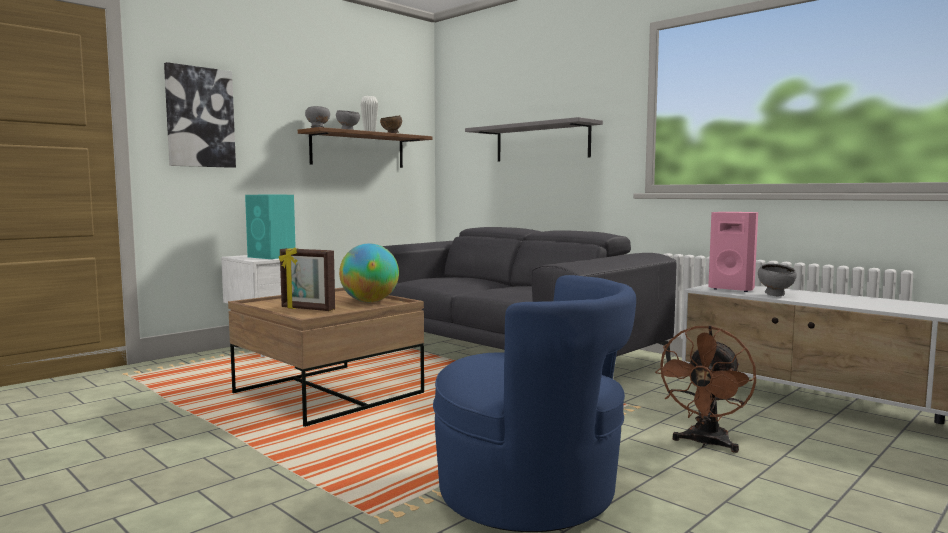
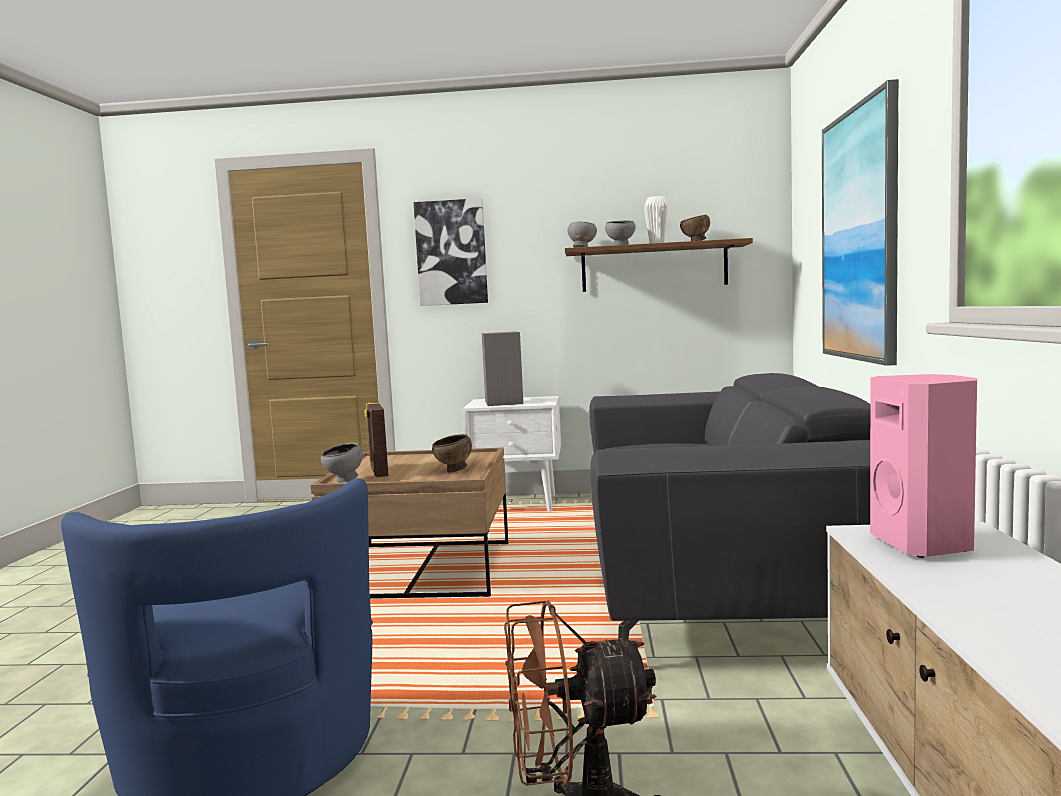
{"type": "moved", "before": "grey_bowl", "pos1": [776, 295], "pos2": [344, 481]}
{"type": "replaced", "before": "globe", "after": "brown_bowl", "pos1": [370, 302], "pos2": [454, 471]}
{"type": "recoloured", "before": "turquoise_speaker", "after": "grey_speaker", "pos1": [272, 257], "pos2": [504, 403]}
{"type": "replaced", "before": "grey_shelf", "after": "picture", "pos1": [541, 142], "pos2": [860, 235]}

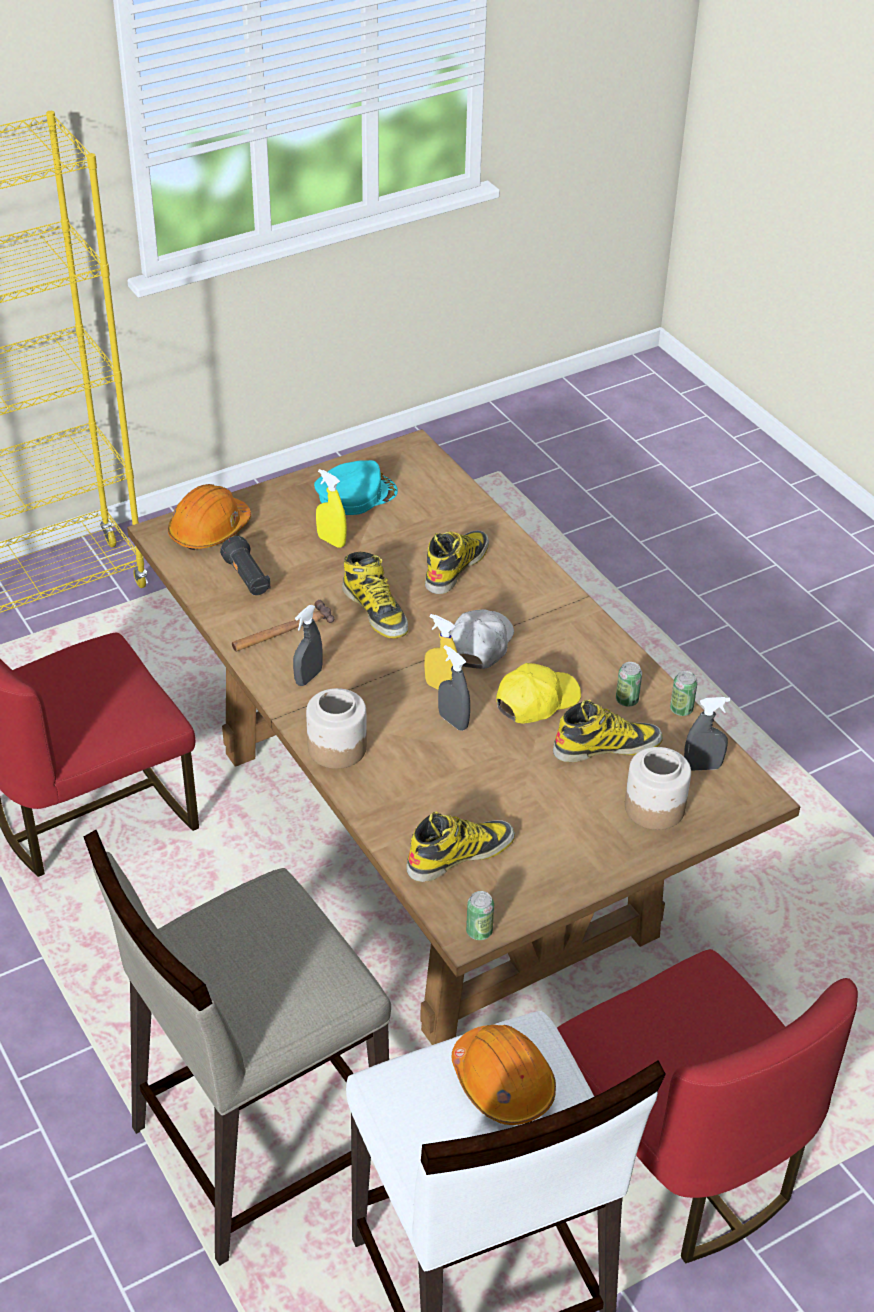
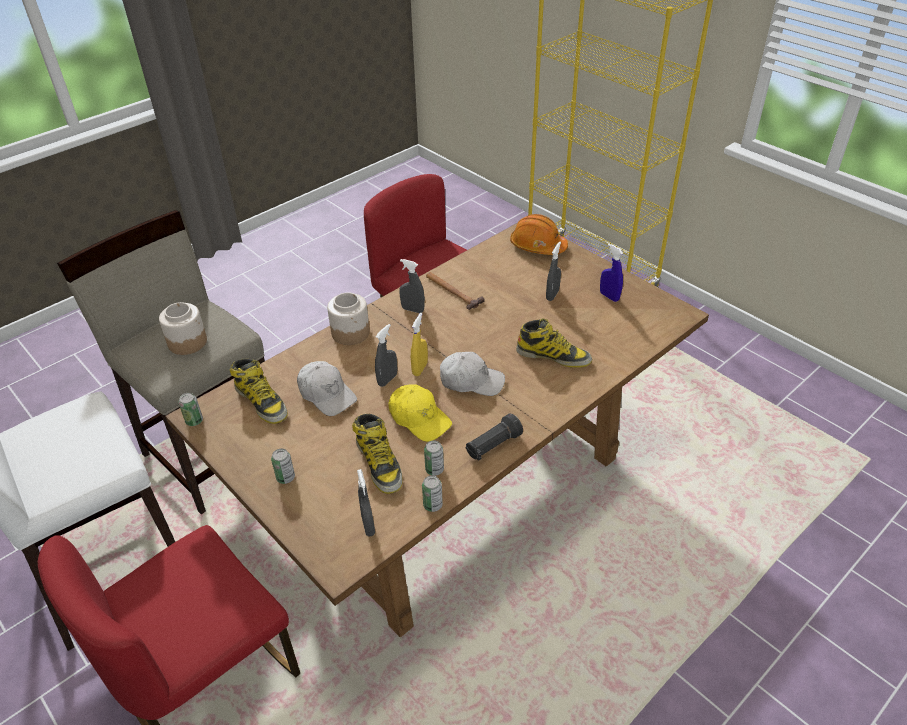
{"type": "moved", "before": "jar", "pos1": [653, 808], "pos2": [187, 342]}
{"type": "added", "after": "can", "pos2": [285, 477]}
{"type": "added", "after": "white_cap", "pos2": [326, 394]}
{"type": "moved", "before": "black_flashlight", "pos1": [247, 578], "pos2": [493, 446]}
{"type": "recoloured", "before": "yellow_spray_bottle", "after": "grey_spray_bottle", "pos1": [331, 541], "pos2": [552, 295]}
{"type": "replaced", "before": "turquoise_cap", "after": "blue_spray_bottle", "pos1": [355, 494], "pos2": [609, 296]}
{"type": "removed", "before": "boot", "pos1": [376, 610]}
{"type": "removed", "before": "orange_hard_hat", "pos1": [503, 1083]}

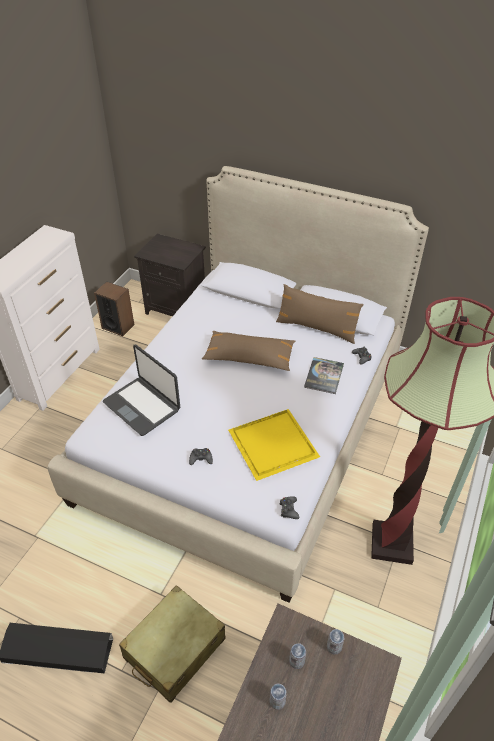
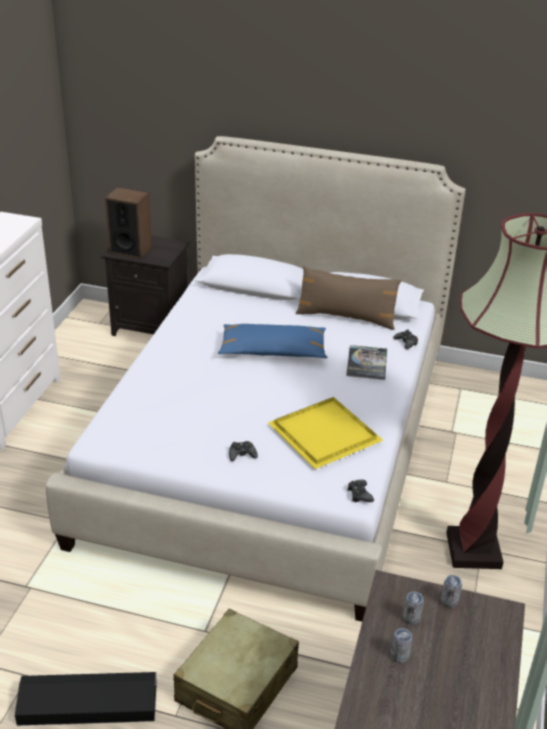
{"type": "moved", "before": "speaker", "pos1": [118, 326], "pos2": [130, 250]}
{"type": "recoloured", "before": "brown_pillow", "after": "blue_pillow", "pos1": [249, 357], "pos2": [273, 351]}
{"type": "removed", "before": "laptop", "pos1": [142, 406]}

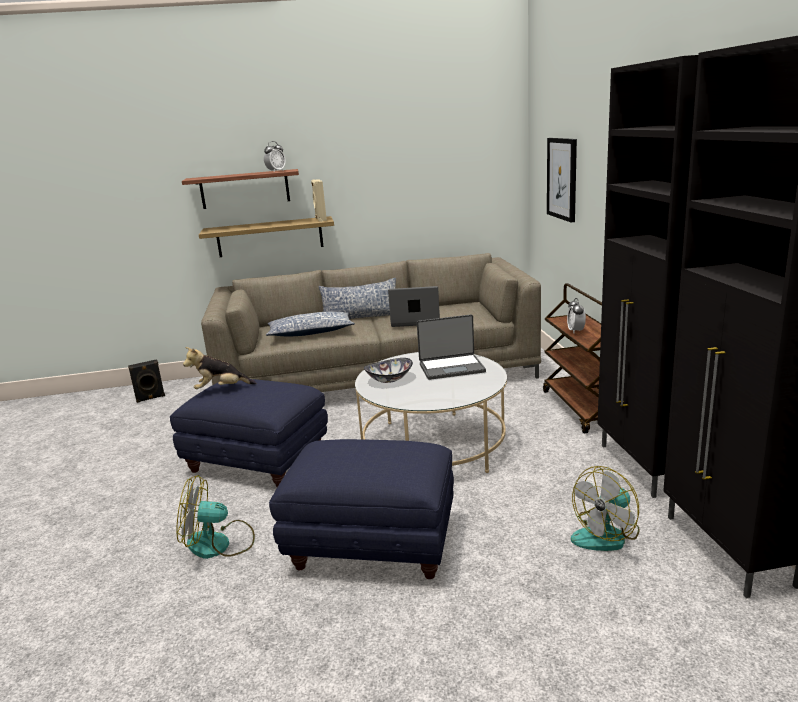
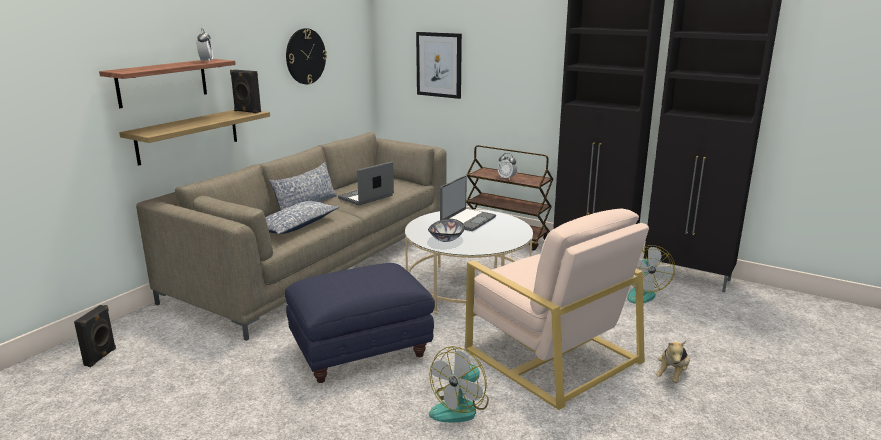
{"type": "recoloured", "before": "beige_speaker", "after": "black_speaker", "pos1": [320, 219], "pos2": [247, 111]}
{"type": "added", "after": "wall_clock", "pos2": [305, 56]}
{"type": "replaced", "before": "blue_ottoman", "after": "beige_armchair", "pos1": [371, 545], "pos2": [551, 354]}
{"type": "moved", "before": "plush_toy", "pos1": [221, 389], "pos2": [672, 375]}

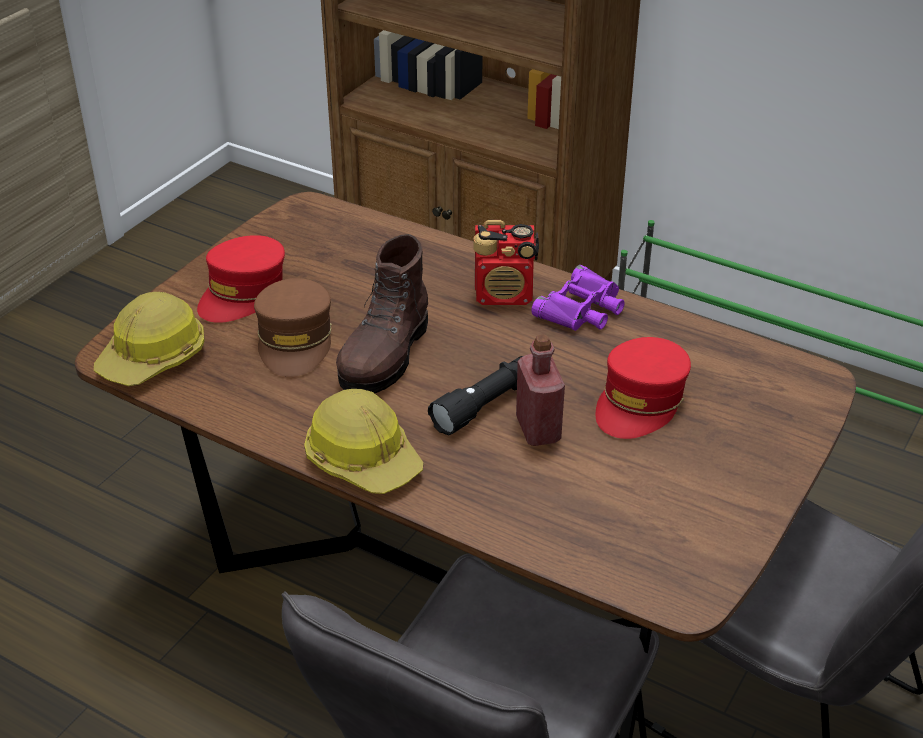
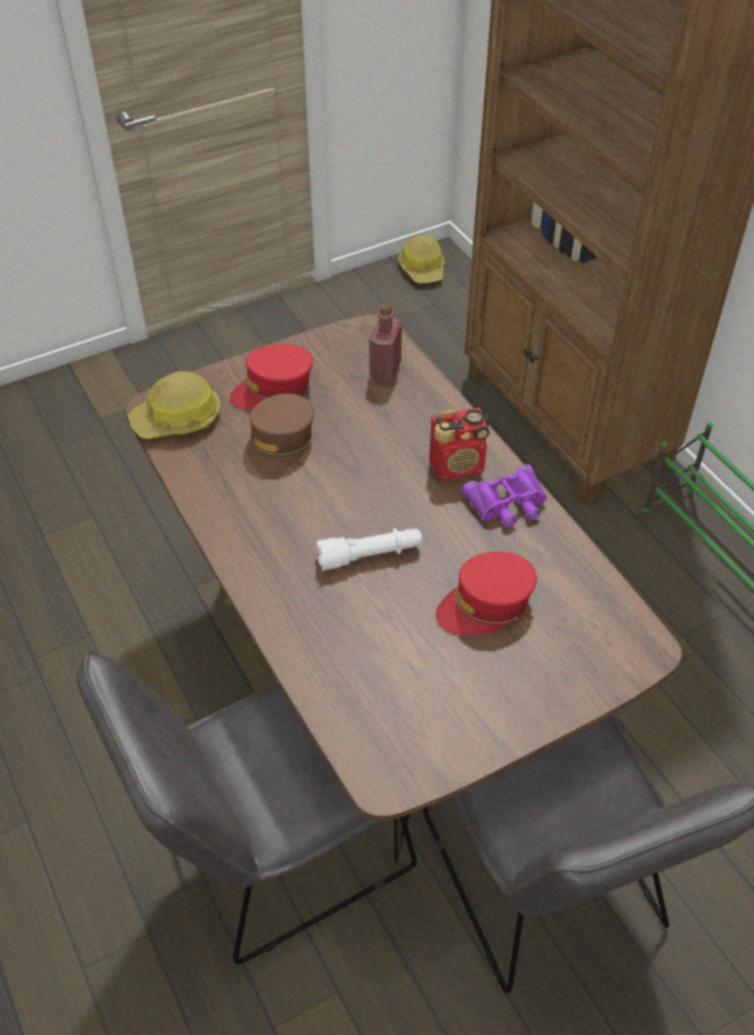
{"type": "recoloured", "before": "black_flashlight", "after": "white_flashlight", "pos1": [486, 404], "pos2": [370, 555]}
{"type": "moved", "before": "red_bottle", "pos1": [538, 429], "pos2": [385, 370]}
{"type": "moved", "before": "hard_hat", "pos1": [363, 458], "pos2": [422, 269]}
{"type": "turned", "before": "radio", "pos1": [504, 295], "pos2": [458, 466], "turn": -45}
{"type": "removed", "before": "brown_boot", "pos1": [385, 356]}

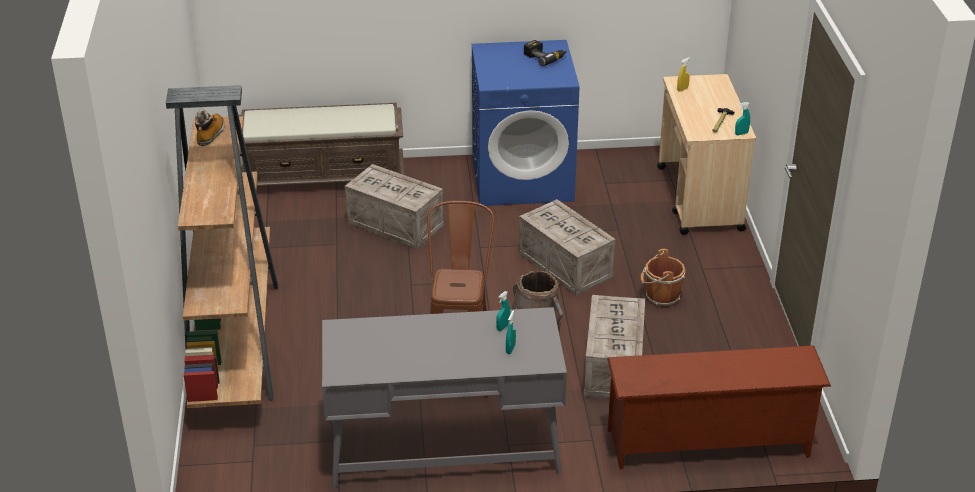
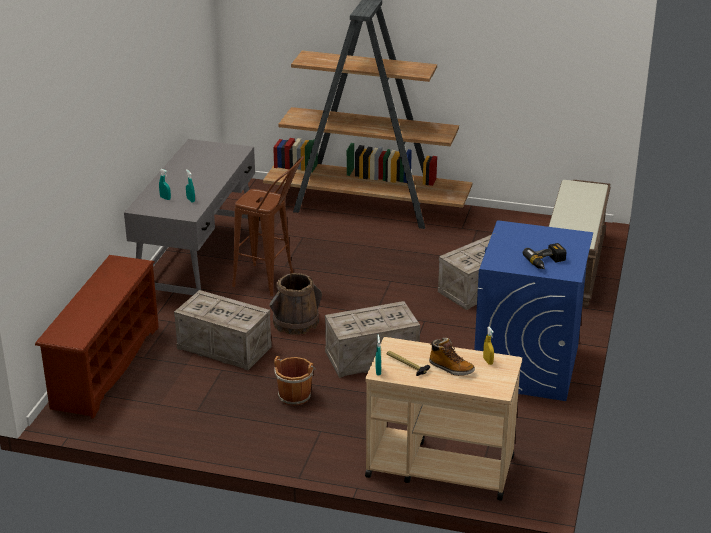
{"type": "moved", "before": "boot", "pos1": [210, 134], "pos2": [450, 368]}

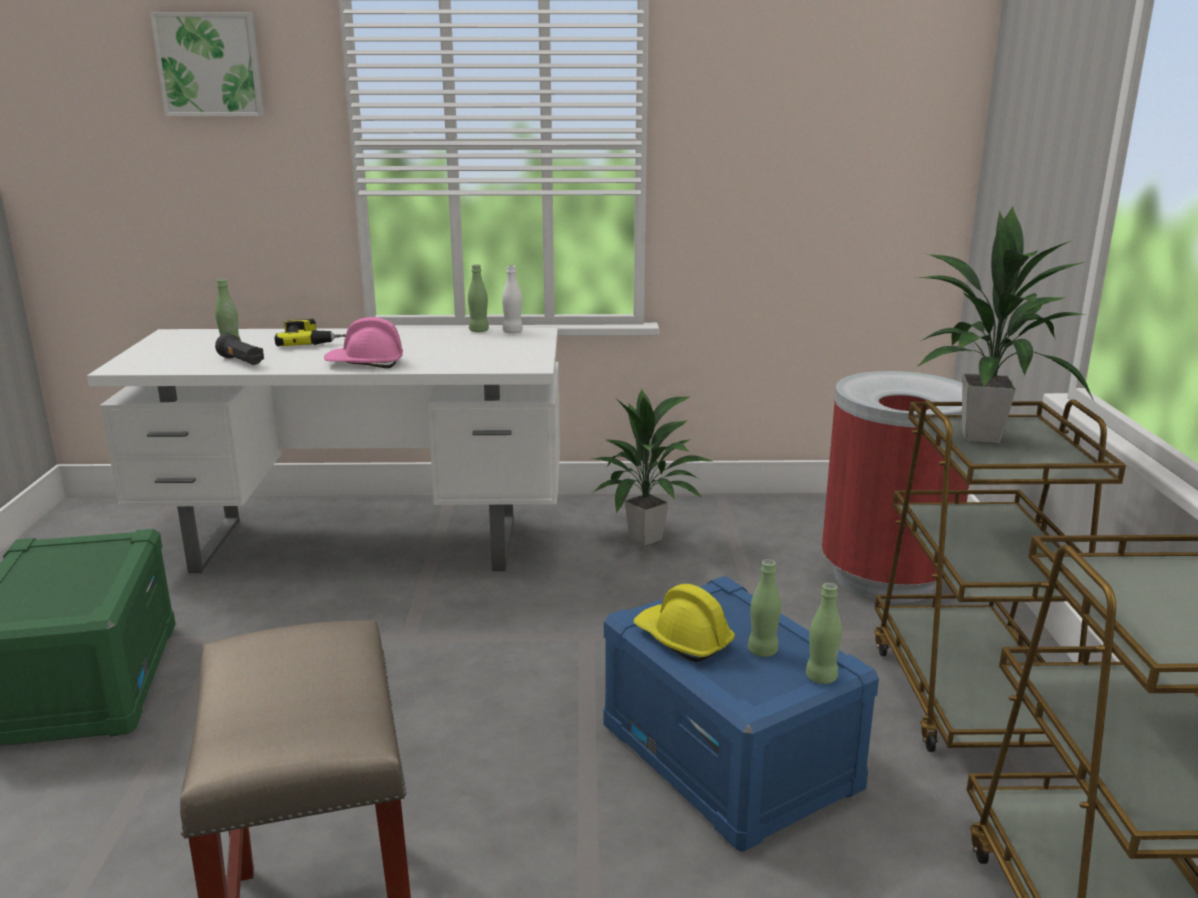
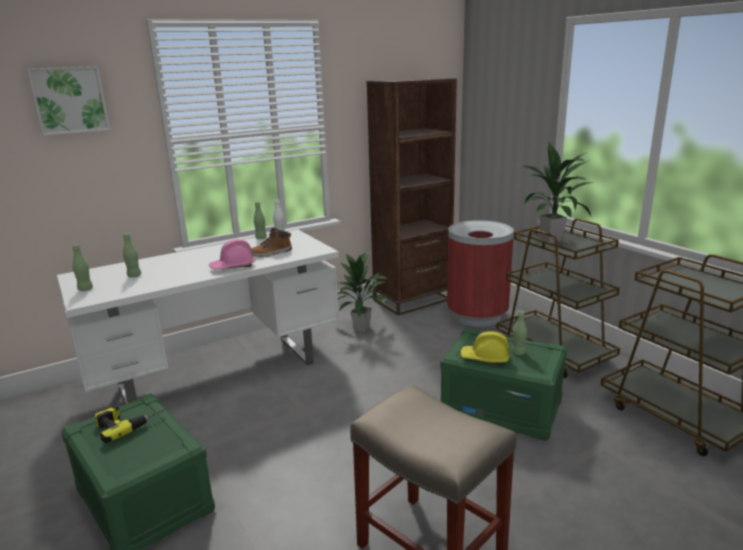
{"type": "moved", "before": "green_bottle", "pos1": [821, 677], "pos2": [85, 289]}
{"type": "moved", "before": "power_drill", "pos1": [319, 339], "pos2": [129, 421]}
{"type": "added", "after": "boot", "pos2": [270, 253]}
{"type": "added", "after": "brown_bookcase", "pos2": [412, 299]}
{"type": "recoloured", "before": "blue_storage_box", "after": "green_storage_box", "pos1": [731, 757], "pos2": [502, 407]}
{"type": "removed", "before": "black_flashlight", "pos1": [242, 362]}

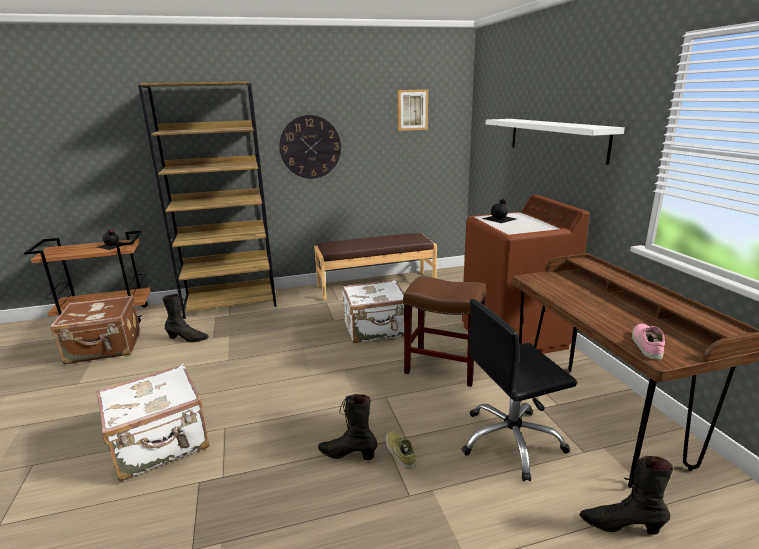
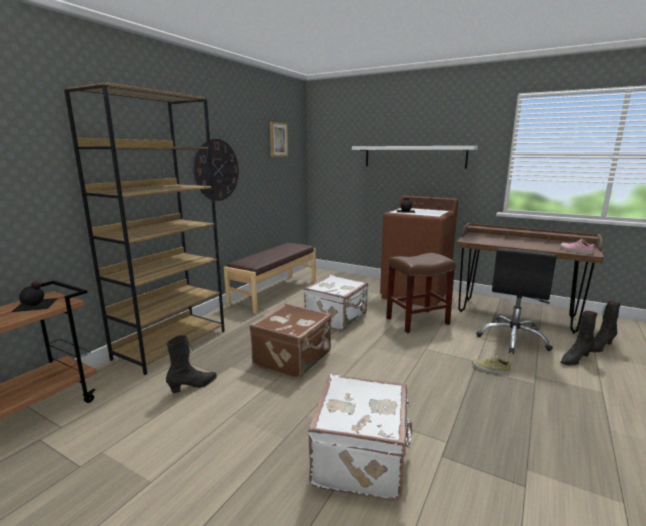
{"type": "moved", "before": "brown_suitcase", "pos1": [105, 348], "pos2": [294, 359]}
{"type": "moved", "before": "black_boot", "pos1": [347, 454], "pos2": [574, 360]}

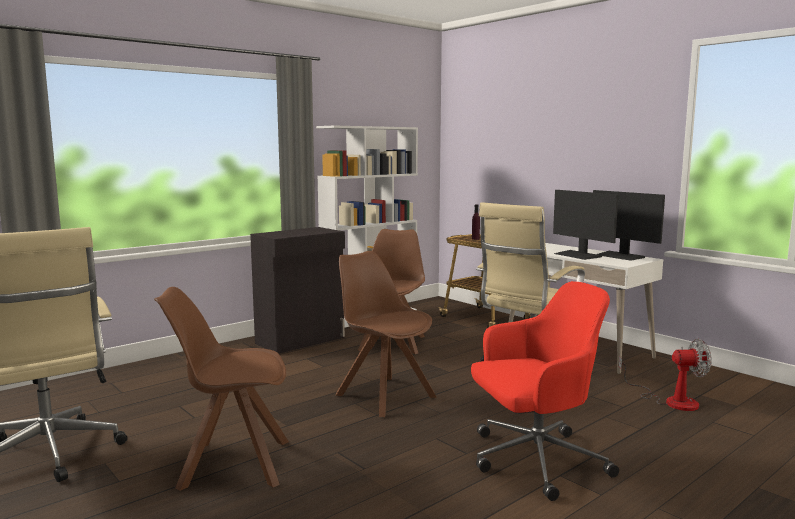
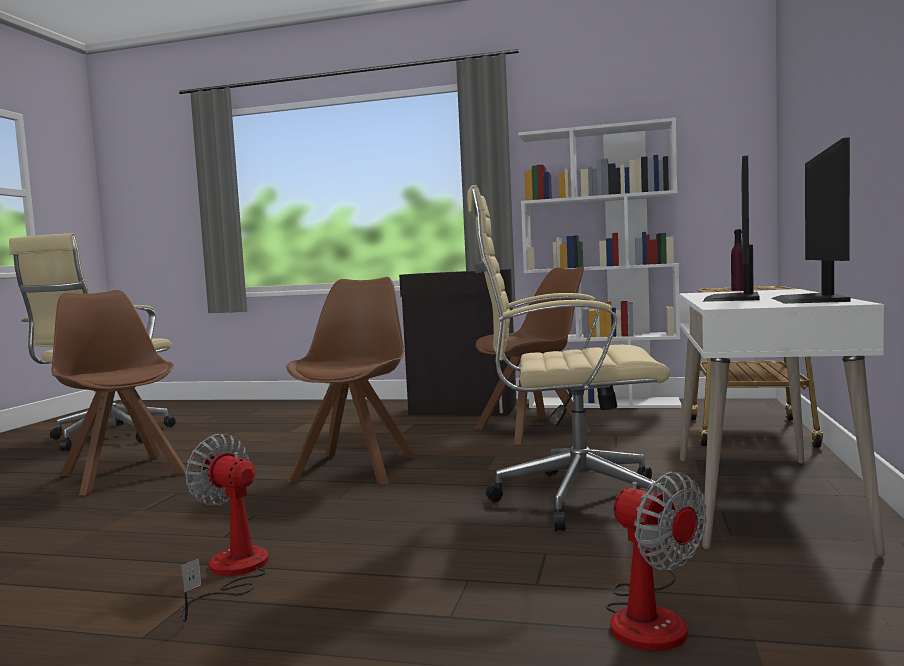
{"type": "replaced", "before": "red_office_chair", "after": "fan", "pos1": [534, 460], "pos2": [231, 573]}

